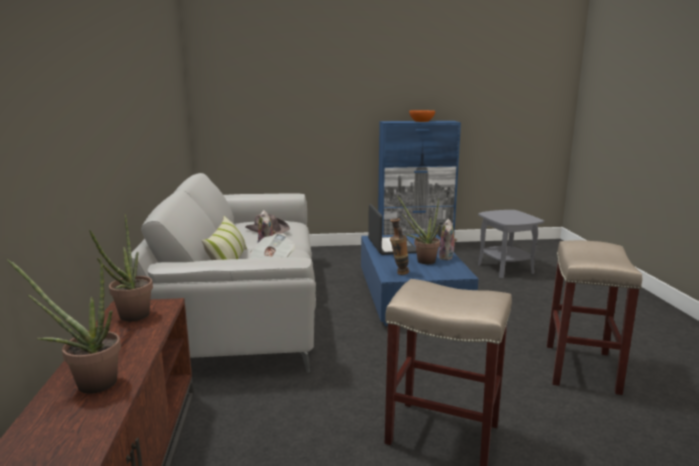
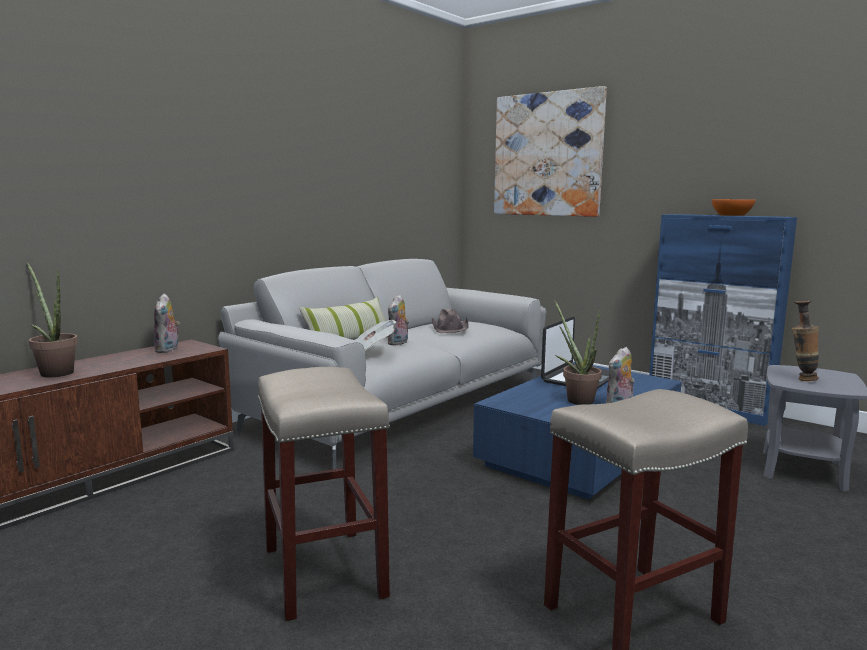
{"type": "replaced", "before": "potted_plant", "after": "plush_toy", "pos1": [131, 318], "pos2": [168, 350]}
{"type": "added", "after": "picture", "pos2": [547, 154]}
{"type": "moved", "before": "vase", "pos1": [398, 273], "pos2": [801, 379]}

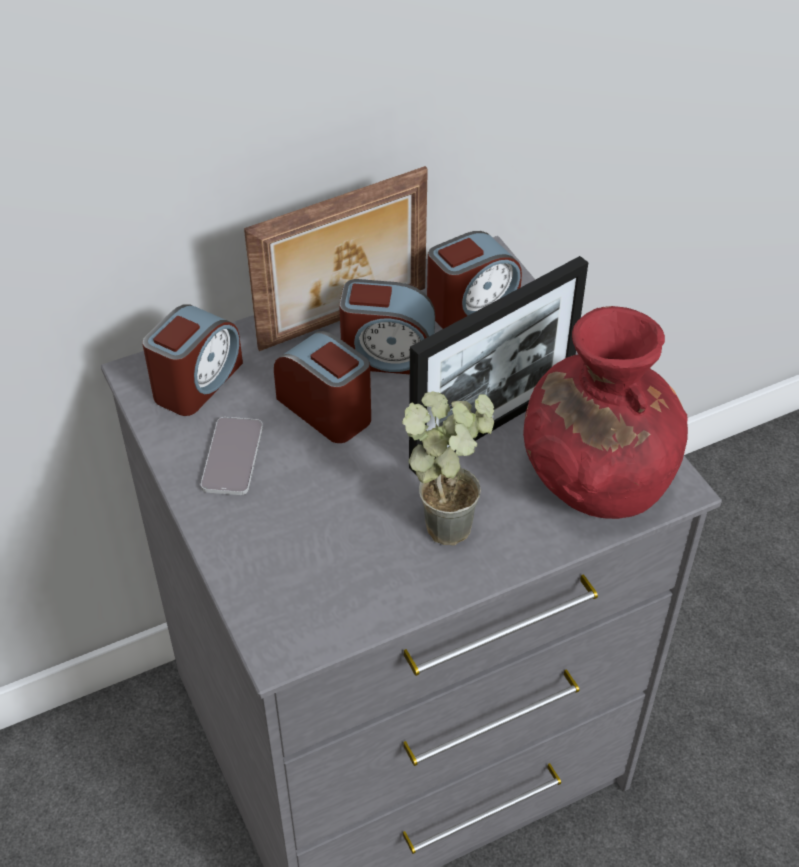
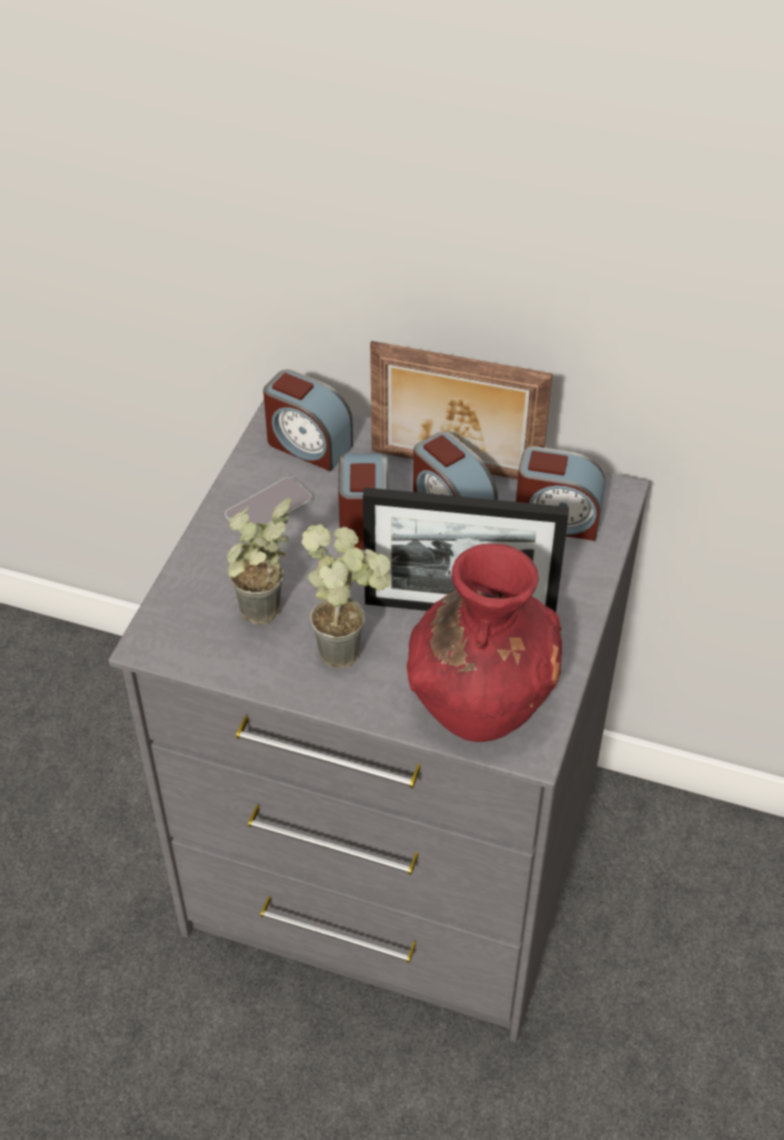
{"type": "added", "after": "potted_plant", "pos2": [262, 620]}
{"type": "turned", "before": "alarm_clock", "pos1": [197, 382], "pos2": [308, 444], "turn": 45}

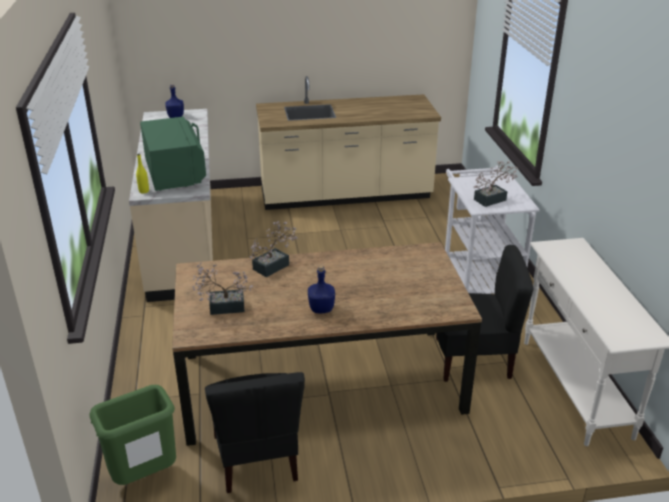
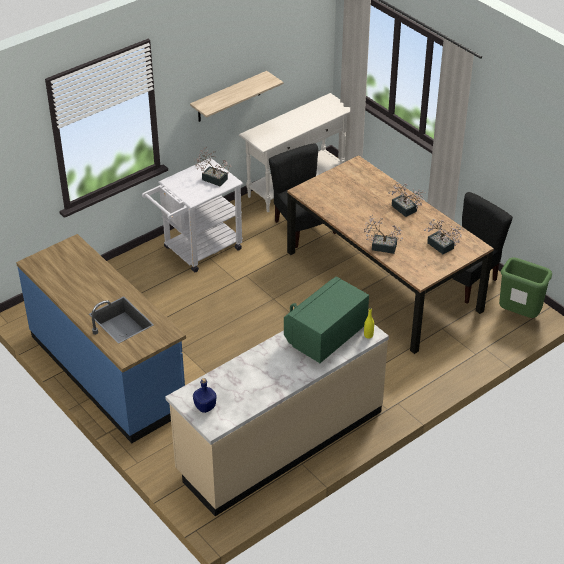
{"type": "recoloured", "before": "beige_counter", "after": "blue_counter", "pos1": [345, 195], "pos2": [108, 372]}
{"type": "added", "after": "shelf", "pos2": [229, 97]}
{"type": "replaced", "before": "blue_bottle", "after": "potted_plant", "pos1": [322, 309], "pos2": [405, 210]}

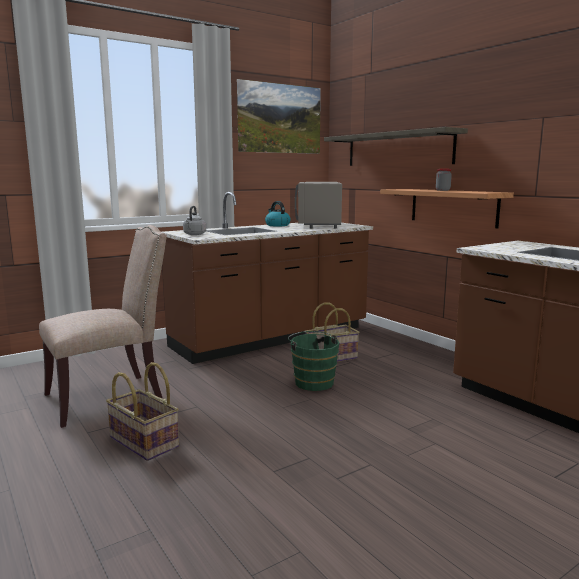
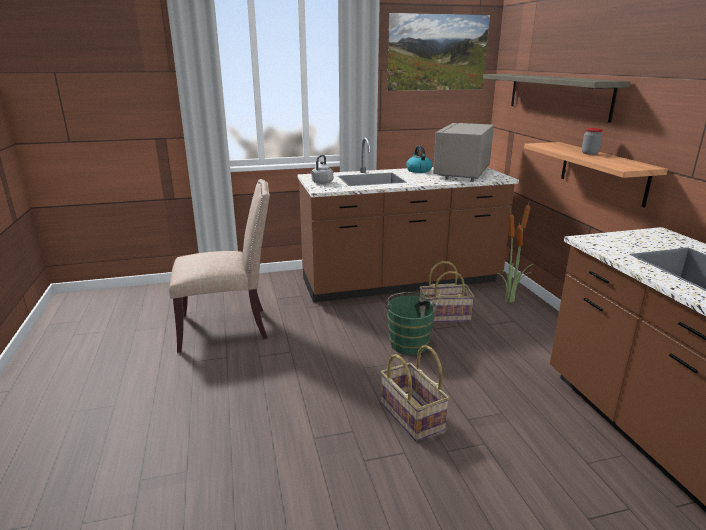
{"type": "moved", "before": "basket", "pos1": [142, 442], "pos2": [410, 416]}
{"type": "added", "after": "potted_plant", "pos2": [510, 300]}

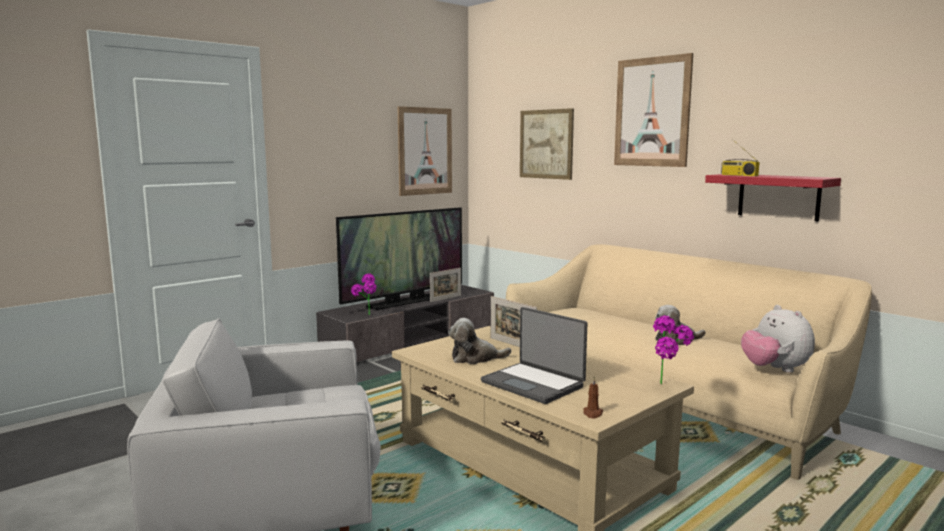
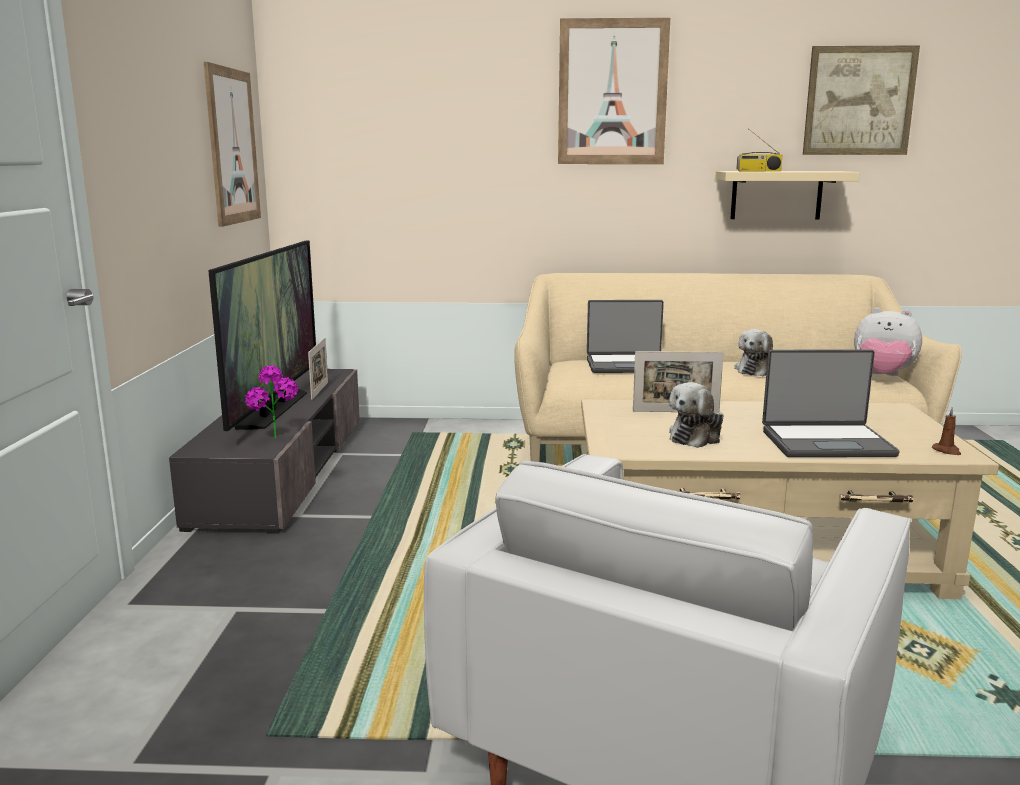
{"type": "added", "after": "laptop", "pos2": [627, 365]}
{"type": "recoloured", "before": "red_shelf", "after": "beige_shelf", "pos1": [778, 196], "pos2": [776, 195]}
{"type": "moved", "before": "picture", "pos1": [546, 144], "pos2": [859, 101]}
{"type": "removed", "before": "potted_plant", "pos1": [669, 386]}

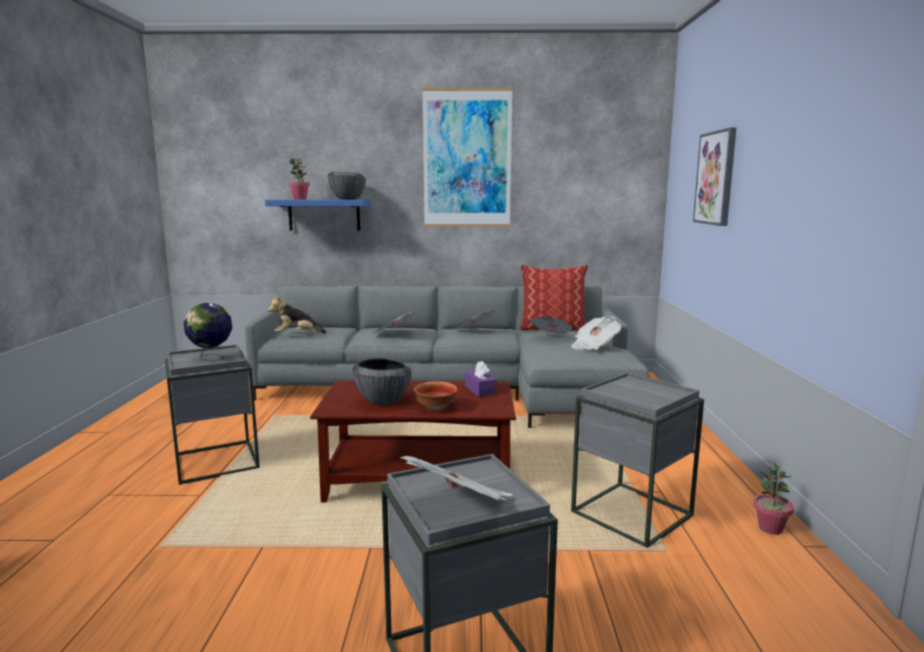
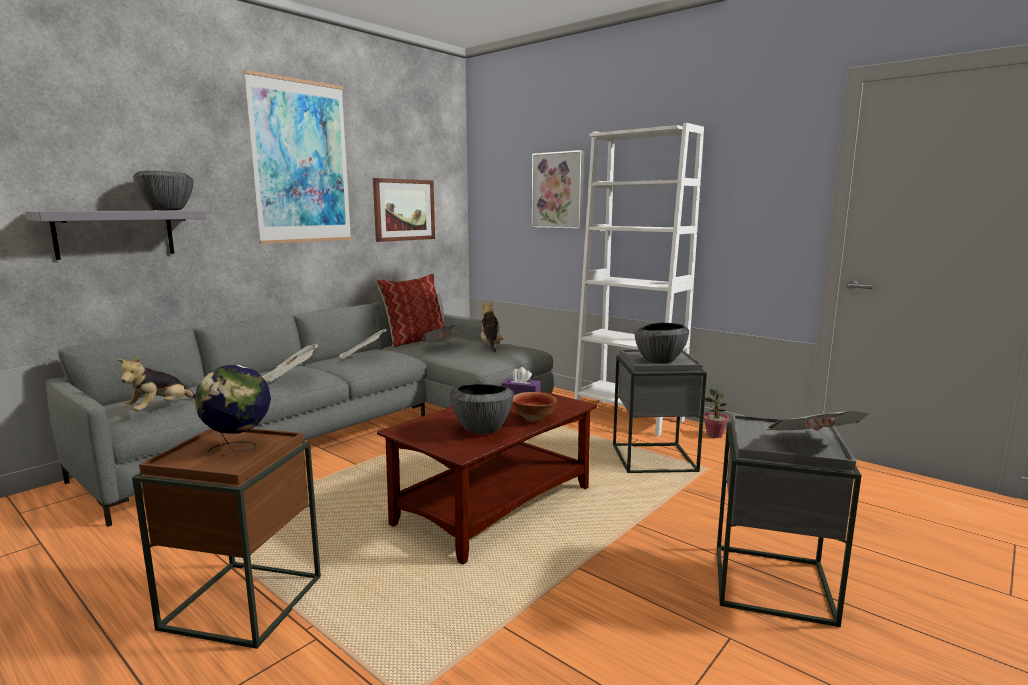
{"type": "recoloured", "before": "blue_shelf", "after": "grey_shelf", "pos1": [324, 215], "pos2": [115, 233]}
{"type": "recoloured", "before": "grey_side_table", "after": "brown_side_table", "pos1": [216, 462], "pos2": [243, 602]}
{"type": "added", "after": "picture", "pos2": [404, 210]}
{"type": "replaced", "before": "newspaper", "after": "plush_toy", "pos1": [594, 346], "pos2": [490, 345]}
{"type": "added", "after": "white_bookcase", "pos2": [628, 417]}
{"type": "added", "after": "bowl", "pos2": [659, 361]}
{"type": "removed", "before": "potted_plant", "pos1": [300, 199]}

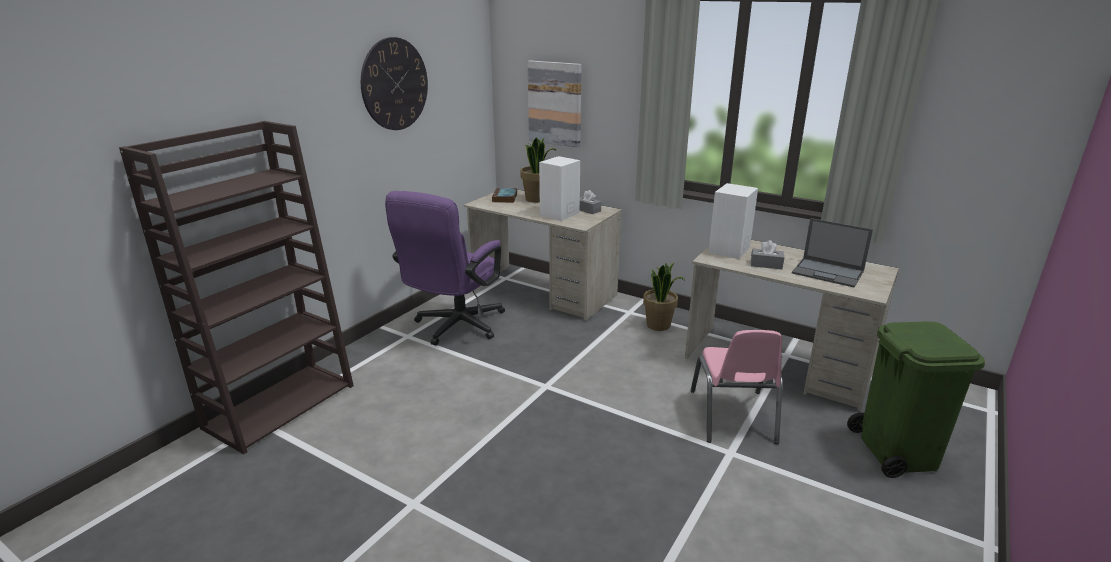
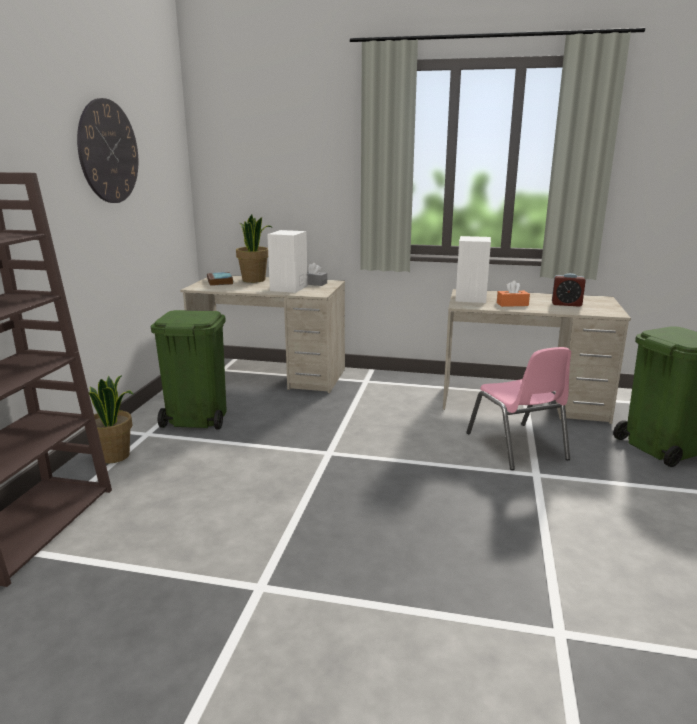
{"type": "moved", "before": "potted_plant", "pos1": [659, 325], "pos2": [114, 456]}
{"type": "replaced", "before": "purple_office_chair", "after": "green_trash_can", "pos1": [455, 328], "pos2": [196, 418]}
{"type": "recoloured", "before": "grey_tissue_box", "after": "orange_tissue_box", "pos1": [766, 264], "pos2": [512, 304]}
{"type": "replaced", "before": "laptop", "after": "alarm_clock", "pos1": [828, 272], "pos2": [566, 304]}
{"type": "removed", "before": "picture", "pos1": [555, 103]}

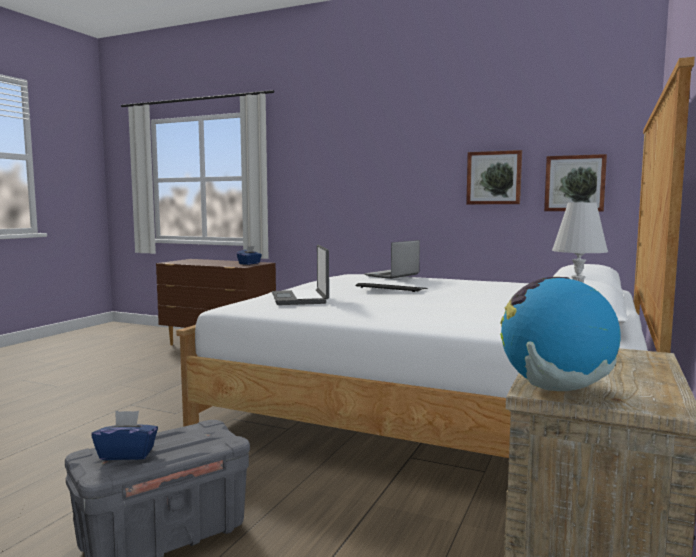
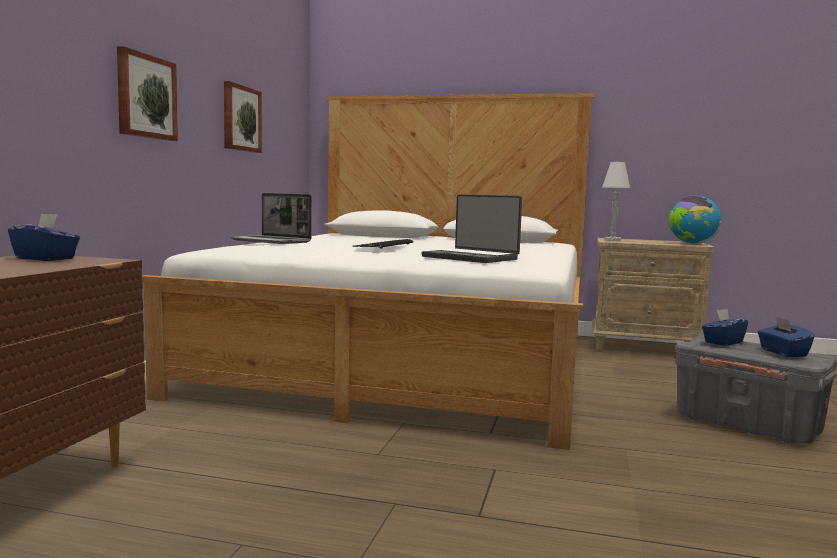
{"type": "moved", "before": "picture", "pos1": [575, 183], "pos2": [145, 97]}
{"type": "turned", "before": "laptop", "pos1": [301, 299], "pos2": [471, 258], "turn": 60}
{"type": "added", "after": "blue_tissue_box", "pos2": [723, 342]}

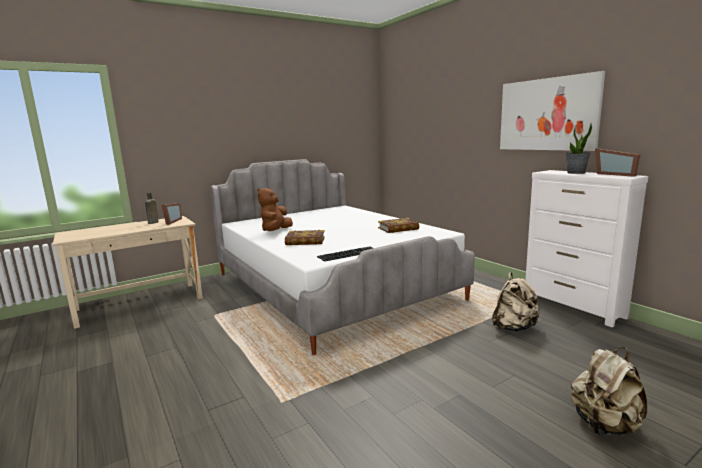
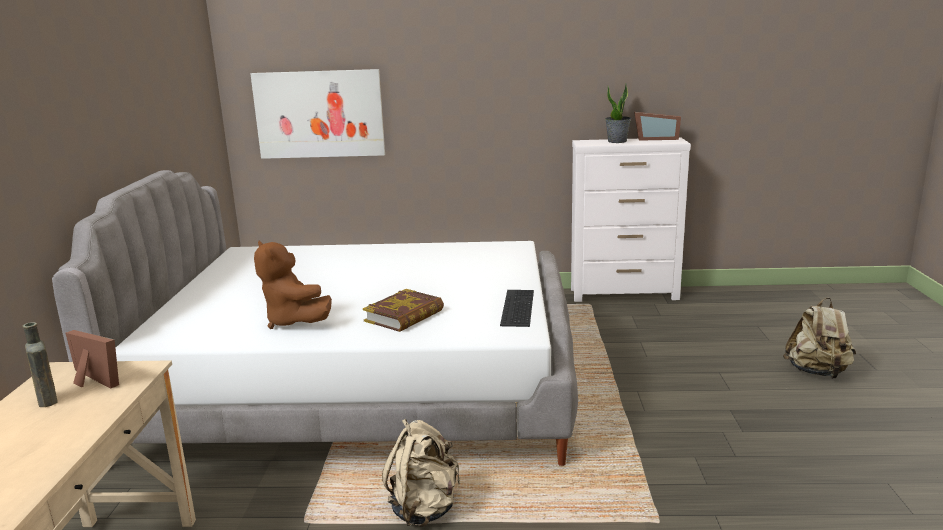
{"type": "moved", "before": "picture", "pos1": [547, 114], "pos2": [319, 114]}
{"type": "moved", "before": "beige_backpack", "pos1": [514, 327], "pos2": [424, 509]}
{"type": "removed", "before": "book", "pos1": [398, 228]}

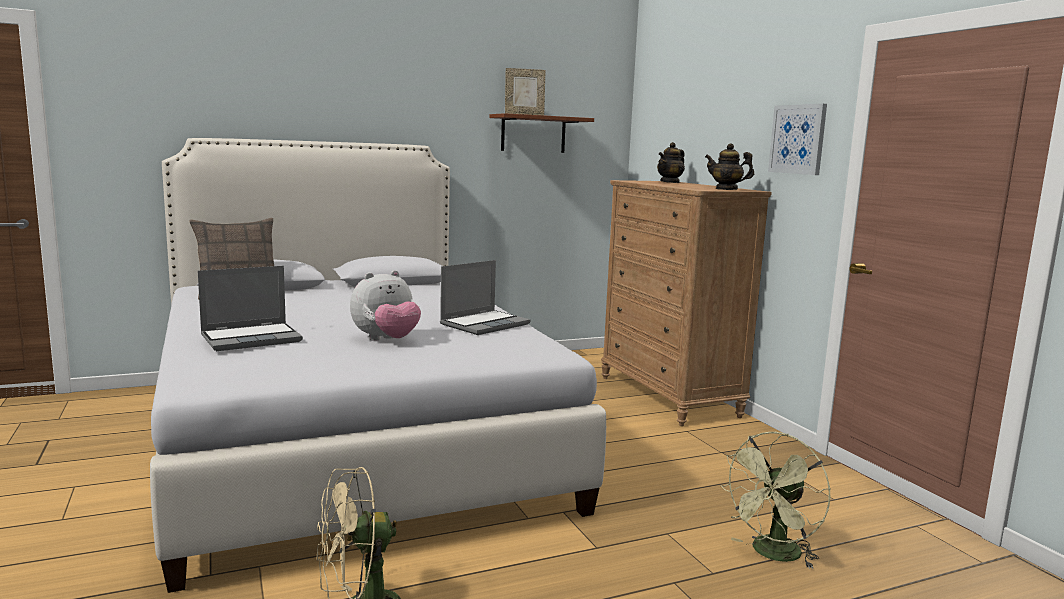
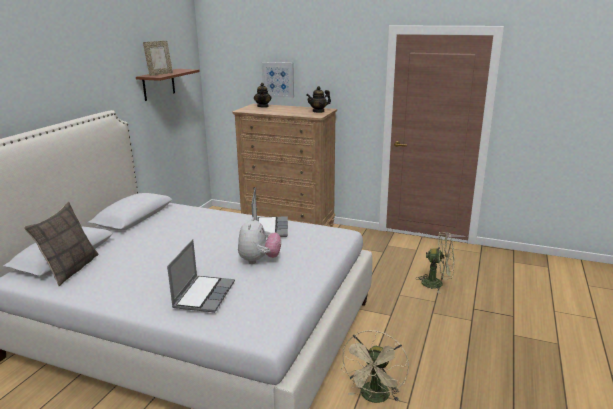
{"type": "moved", "before": "picture", "pos1": [798, 139], "pos2": [278, 79]}
{"type": "turned", "before": "green_fan", "pos1": [772, 555], "pos2": [437, 283], "turn": -75}

